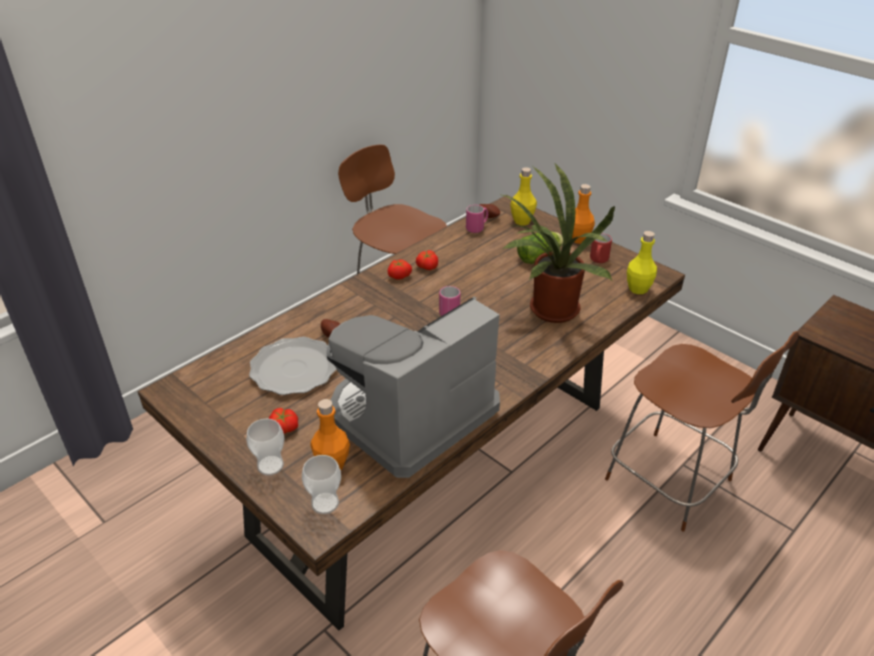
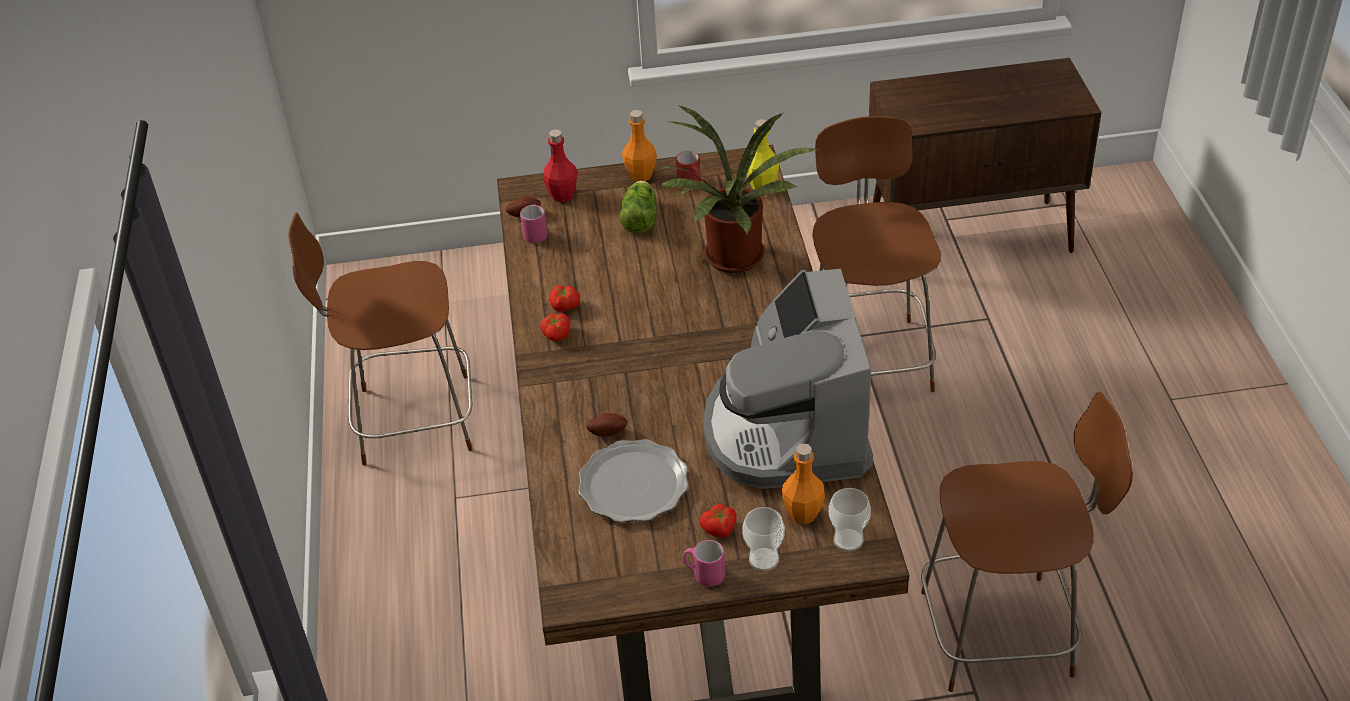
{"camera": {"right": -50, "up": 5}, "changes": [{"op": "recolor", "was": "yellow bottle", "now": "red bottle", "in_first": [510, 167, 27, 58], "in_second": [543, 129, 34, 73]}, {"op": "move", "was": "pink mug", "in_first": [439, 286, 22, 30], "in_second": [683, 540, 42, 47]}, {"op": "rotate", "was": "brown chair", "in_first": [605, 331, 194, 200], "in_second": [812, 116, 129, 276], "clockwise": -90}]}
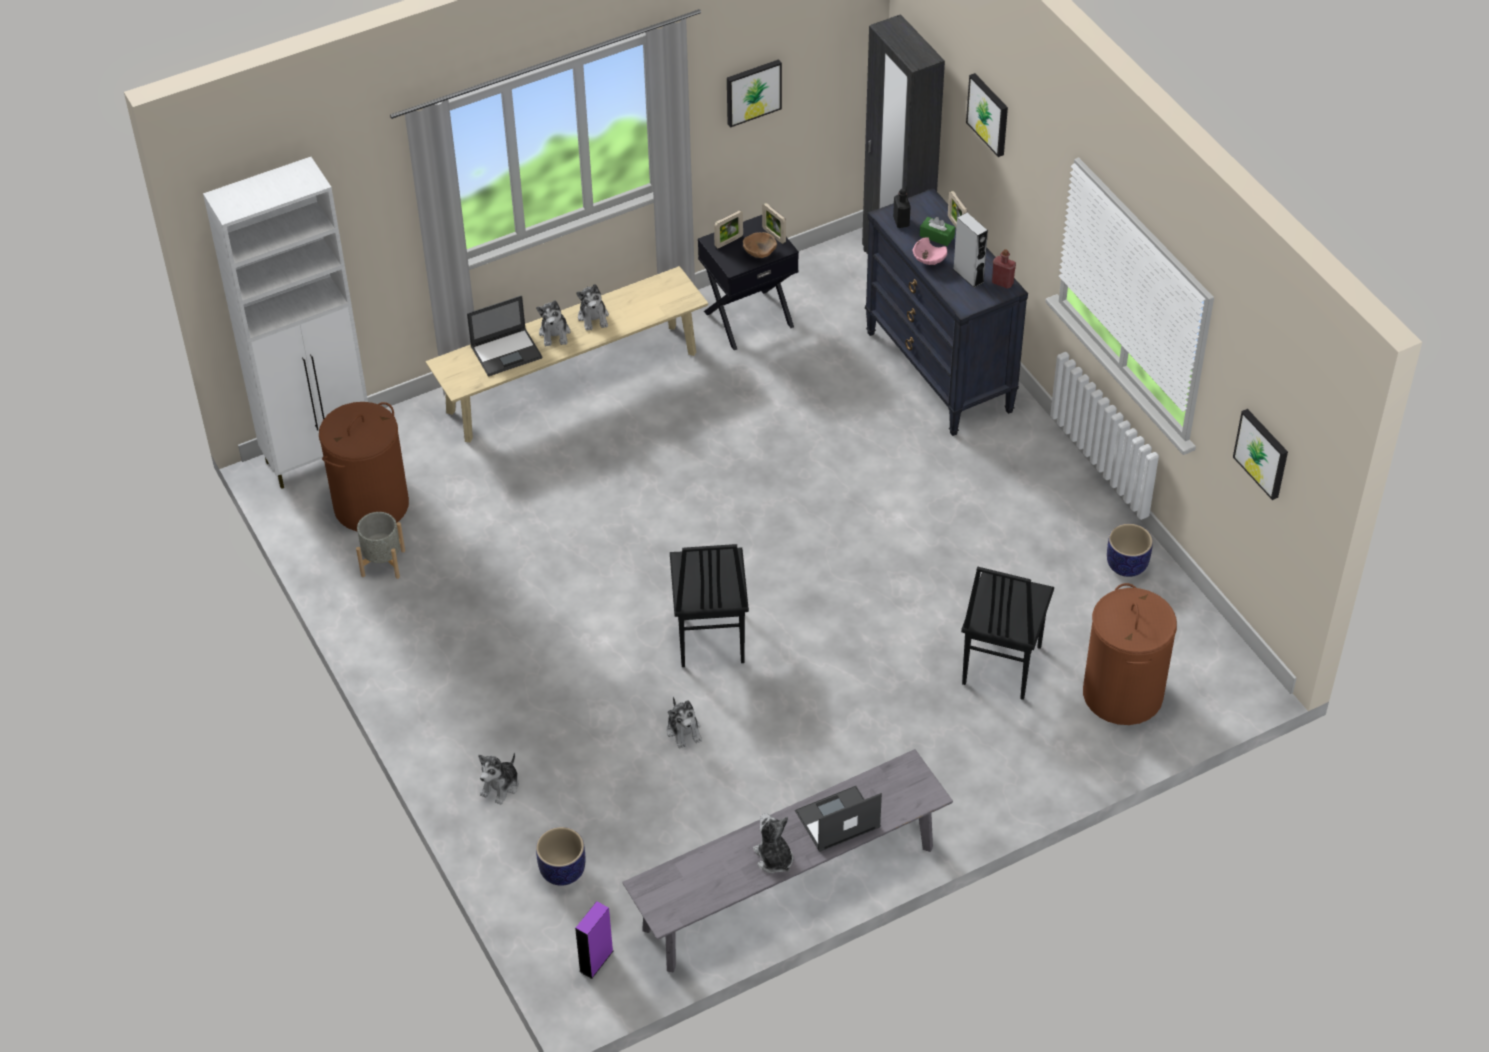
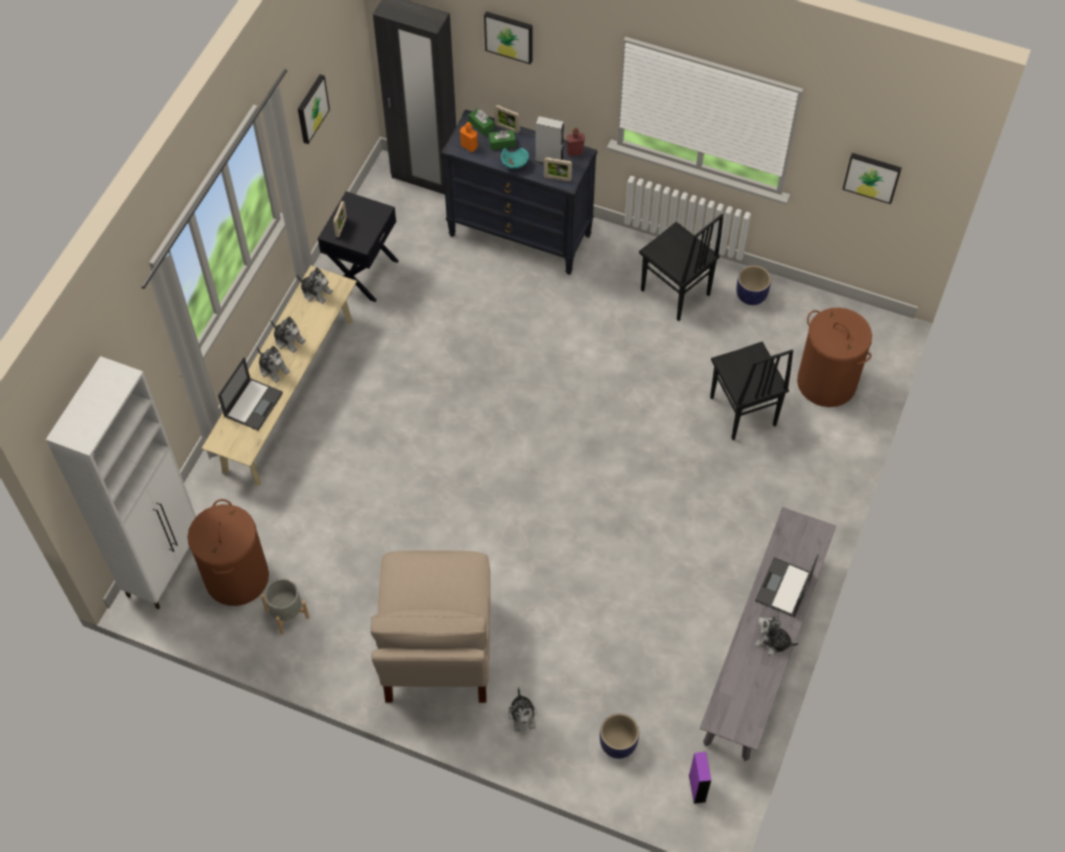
{"camera": {"right": -40, "up": 10}, "changes": [{"op": "recolor", "was": "black bottle", "now": "orange bottle", "in_first": [893, 188, 18, 40], "in_second": [460, 122, 18, 30]}, {"op": "move", "was": "picture frame", "in_first": [762, 203, 24, 41], "in_second": [544, 157, 28, 24]}, {"op": "delete", "was": "brown bowl", "in_first": [743, 232, 34, 26]}, {"op": "recolor", "was": "pink bowl", "now": "turquoise bowl", "in_first": [912, 237, 35, 28], "in_second": [501, 148, 28, 21]}, {"op": "move", "was": "black chair", "in_first": [670, 544, 79, 123], "in_second": [639, 214, 84, 107]}, {"op": "move", "was": "plush toy", "in_first": [666, 697, 36, 52], "in_second": [297, 267, 36, 37]}, {"op": "insert", "now": "green tissue box", "in_second": [468, 108, 26, 28]}, {"op": "insert", "now": "beige chair", "in_second": [370, 550, 120, 153]}]}
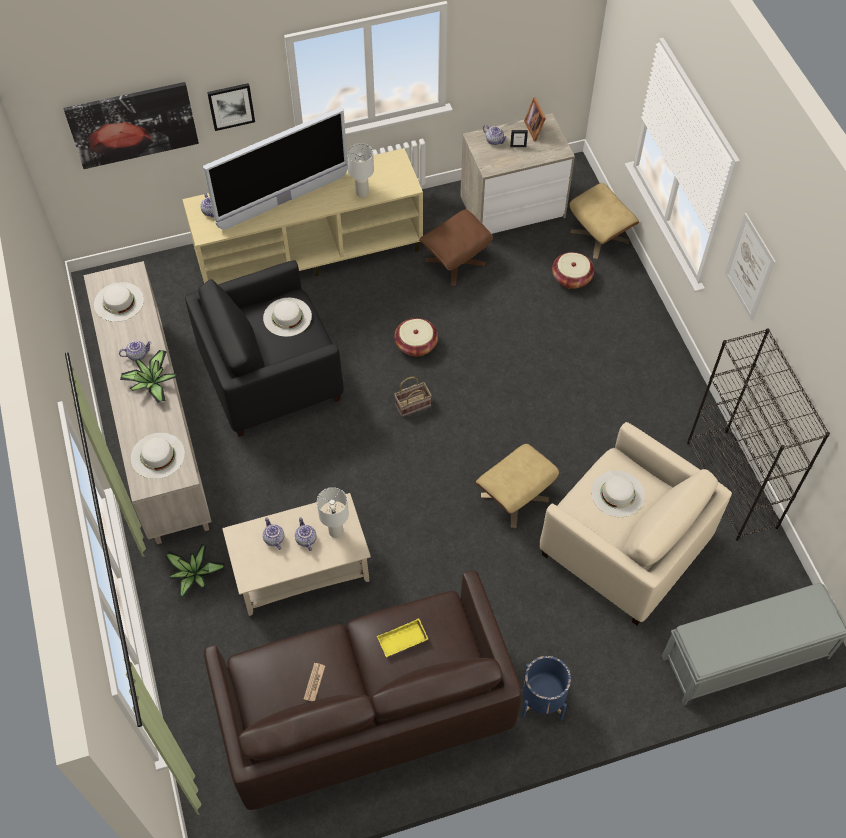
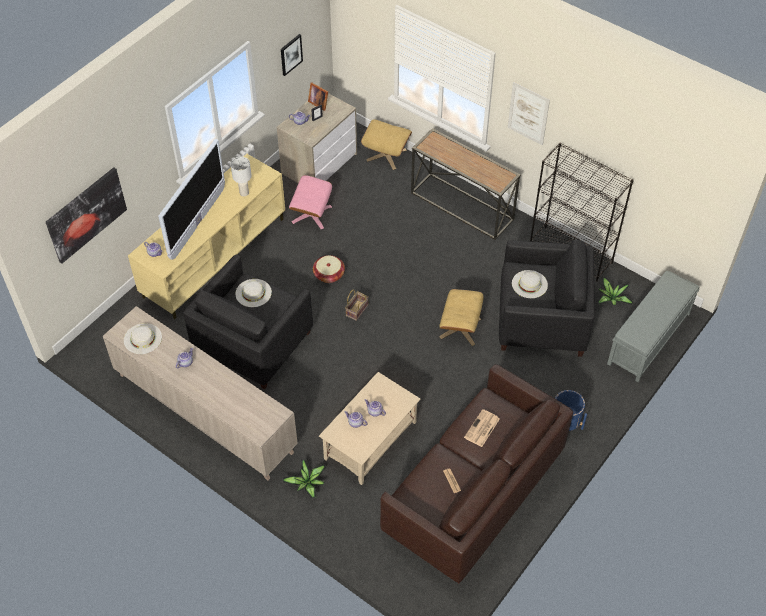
{"camera": {"right": -35, "up": -5}, "changes": [{"op": "move", "was": "picture", "in_first": [207, 83, 48, 48], "in_second": [281, 34, 22, 42]}, {"op": "recolor", "was": "brown ottoman", "now": "pink ottoman", "in_first": [419, 209, 74, 77], "in_second": [289, 175, 43, 54]}, {"op": "delete", "was": "basket", "in_first": [552, 252, 42, 37]}, {"op": "move", "was": "potted plant", "in_first": [120, 350, 57, 53], "in_second": [597, 277, 37, 28]}, {"op": "recolor", "was": "beige armchair", "now": "black armchair", "in_first": [540, 422, 192, 203], "in_second": [499, 239, 96, 118]}, {"op": "delete", "was": "white hat", "in_first": [131, 433, 54, 46]}, {"op": "delete", "was": "white table lamp", "in_first": [317, 487, 32, 51]}, {"op": "replace", "was": "yellow tray", "now": "newspaper", "in_first": [377, 619, 51, 38], "in_second": [464, 409, 36, 38]}, {"op": "insert", "now": "console table", "in_second": [411, 128, 110, 112]}]}
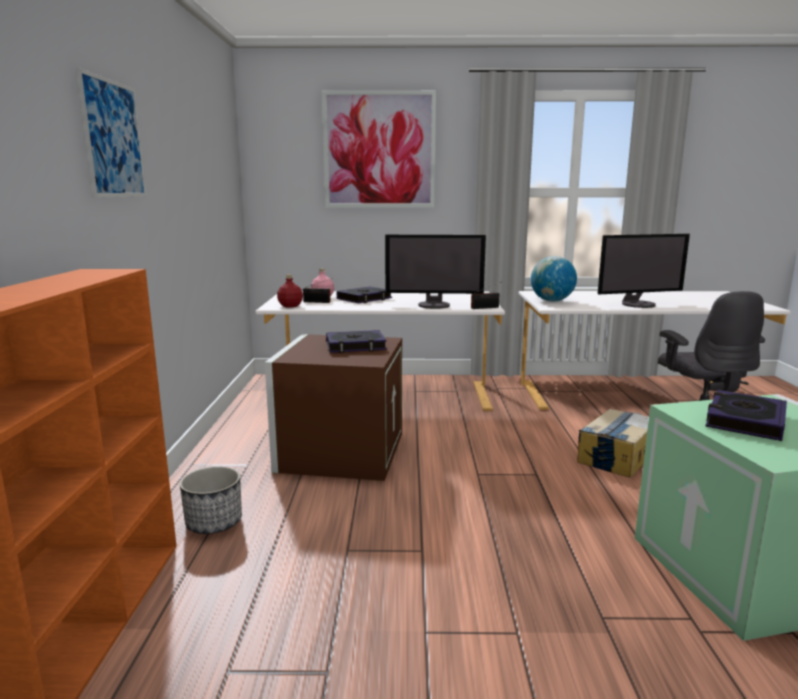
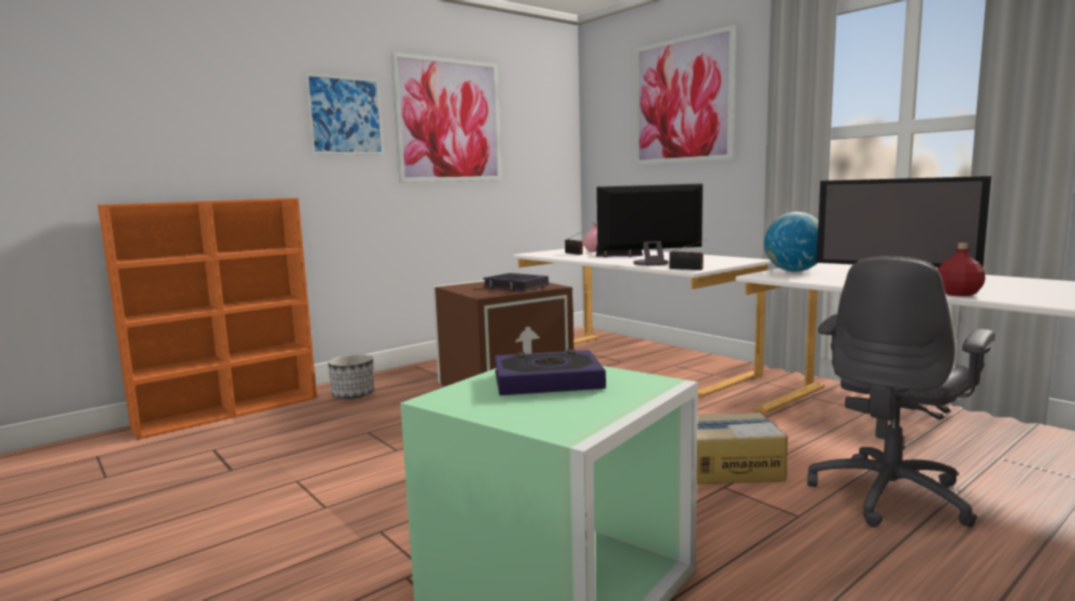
{"camera": {"right": 50, "up": -5}, "changes": [{"op": "rotate", "was": "monitor", "in_first": [385, 235, 101, 74], "in_second": [597, 183, 106, 83], "clockwise": 120}, {"op": "move", "was": "red bottle", "in_first": [277, 275, 26, 33], "in_second": [937, 243, 48, 53]}, {"op": "insert", "now": "picture", "in_second": [391, 52, 110, 131]}]}
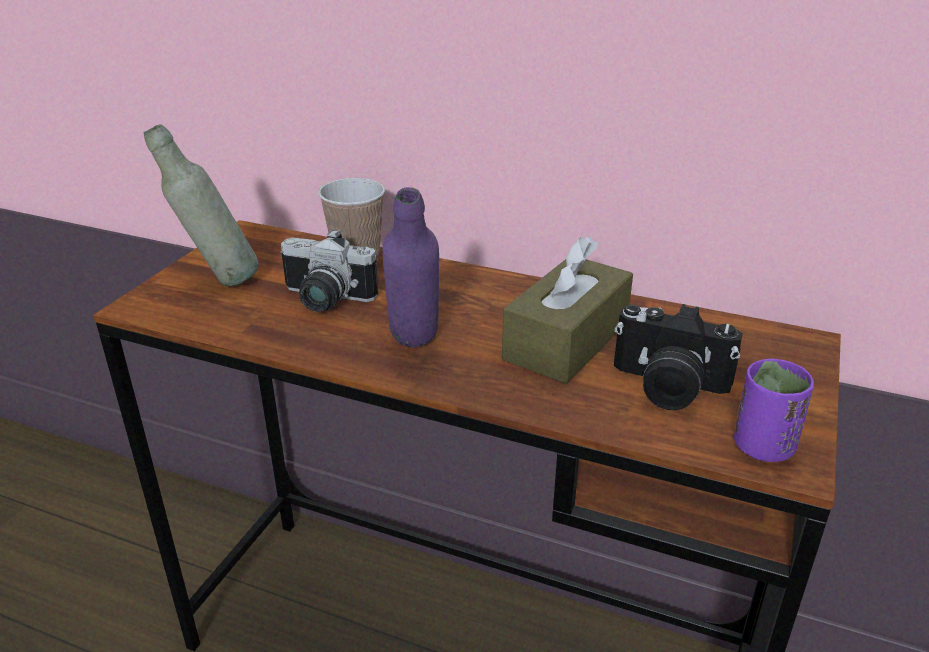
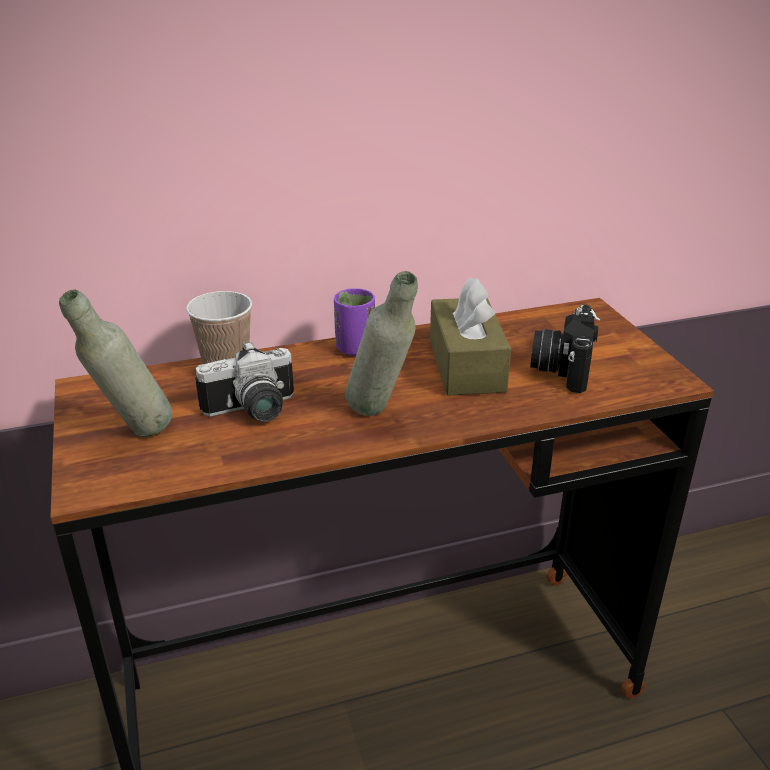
{"camera": {"right": -40, "up": 0}, "changes": [{"op": "recolor", "was": "purple bottle", "now": "grey bottle", "in_first": [382, 187, 57, 160], "in_second": [346, 271, 72, 145]}, {"op": "rotate", "was": "photo camera", "in_first": [614, 304, 129, 106], "in_second": [530, 305, 70, 88], "clockwise": 120}, {"op": "move", "was": "purple cup", "in_first": [734, 358, 80, 104], "in_second": [334, 288, 41, 68]}]}
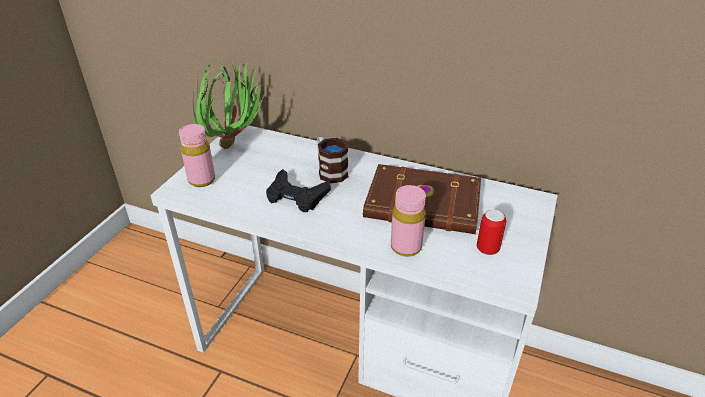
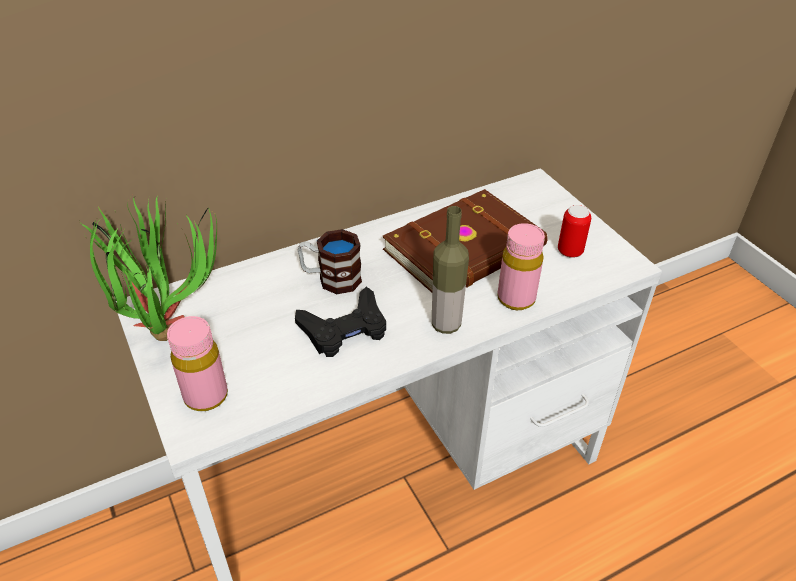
{"camera": {"right": -50, "up": 5}, "changes": [{"op": "insert", "now": "bottle", "in_second": [432, 206, 37, 128]}]}
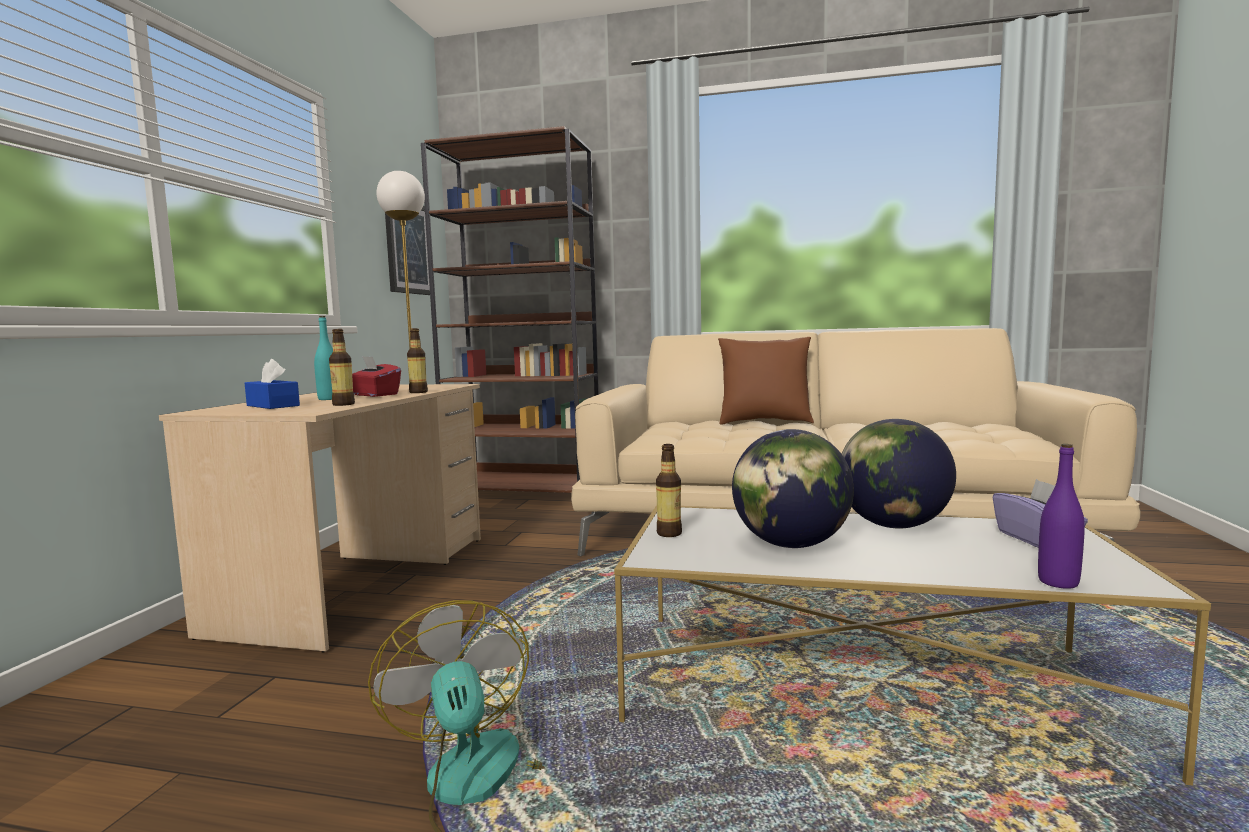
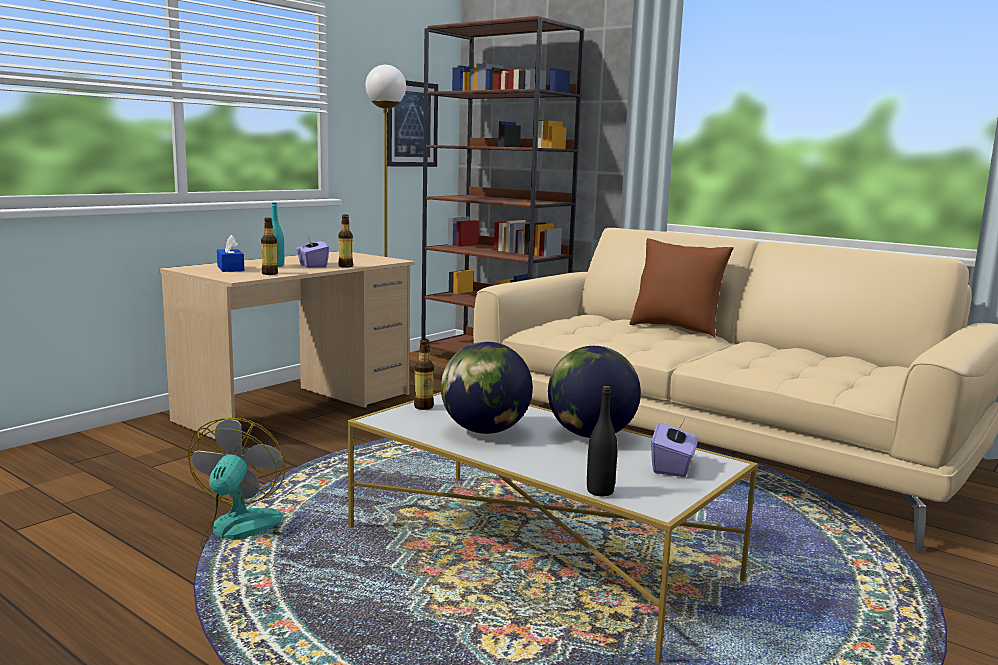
{"camera": {"right": 25, "up": 5}, "changes": [{"op": "recolor", "was": "red tissue box", "now": "purple tissue box", "in_first": [352, 356, 49, 41], "in_second": [296, 235, 33, 33]}, {"op": "recolor", "was": "purple bottle", "now": "black bottle", "in_first": [1038, 444, 47, 145], "in_second": [587, 386, 30, 110]}]}
